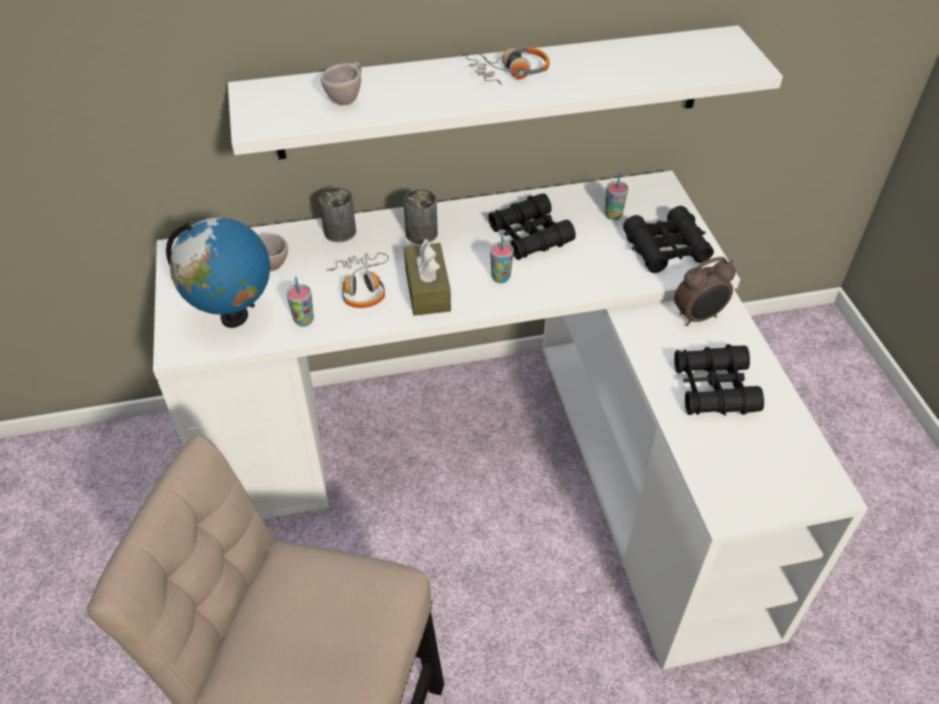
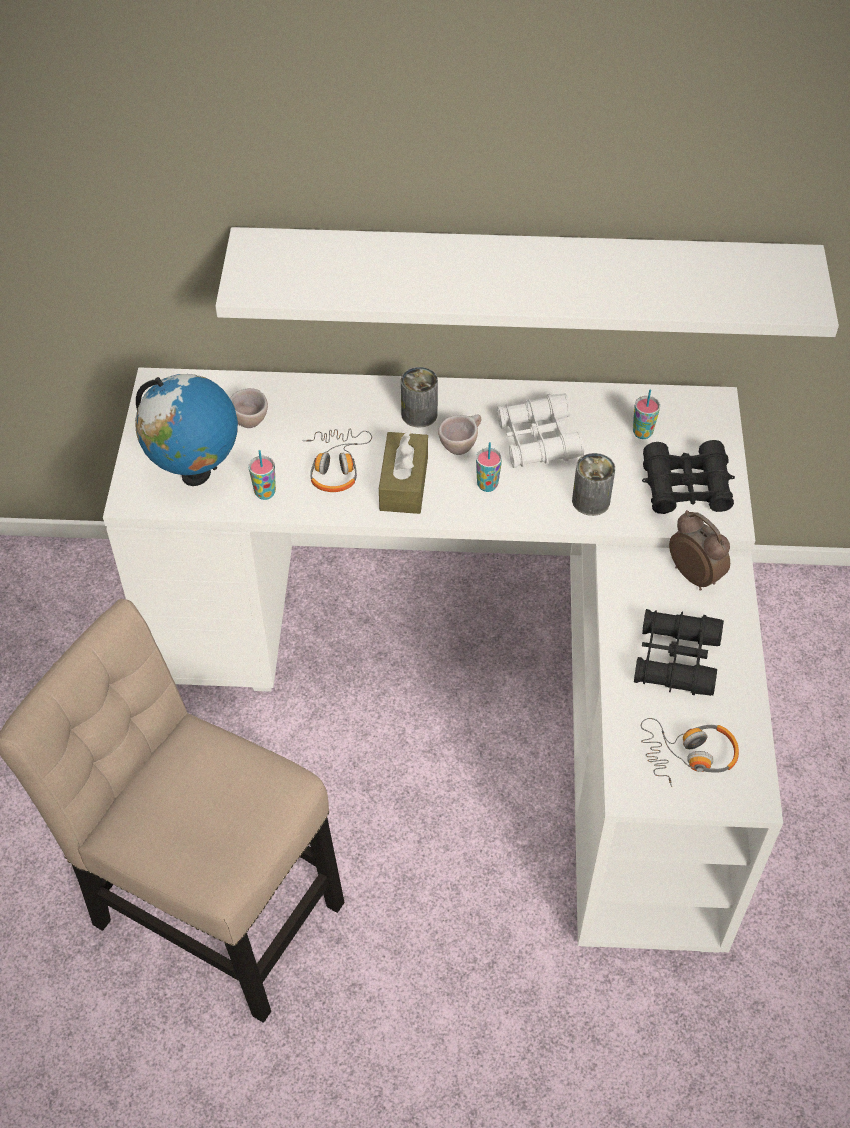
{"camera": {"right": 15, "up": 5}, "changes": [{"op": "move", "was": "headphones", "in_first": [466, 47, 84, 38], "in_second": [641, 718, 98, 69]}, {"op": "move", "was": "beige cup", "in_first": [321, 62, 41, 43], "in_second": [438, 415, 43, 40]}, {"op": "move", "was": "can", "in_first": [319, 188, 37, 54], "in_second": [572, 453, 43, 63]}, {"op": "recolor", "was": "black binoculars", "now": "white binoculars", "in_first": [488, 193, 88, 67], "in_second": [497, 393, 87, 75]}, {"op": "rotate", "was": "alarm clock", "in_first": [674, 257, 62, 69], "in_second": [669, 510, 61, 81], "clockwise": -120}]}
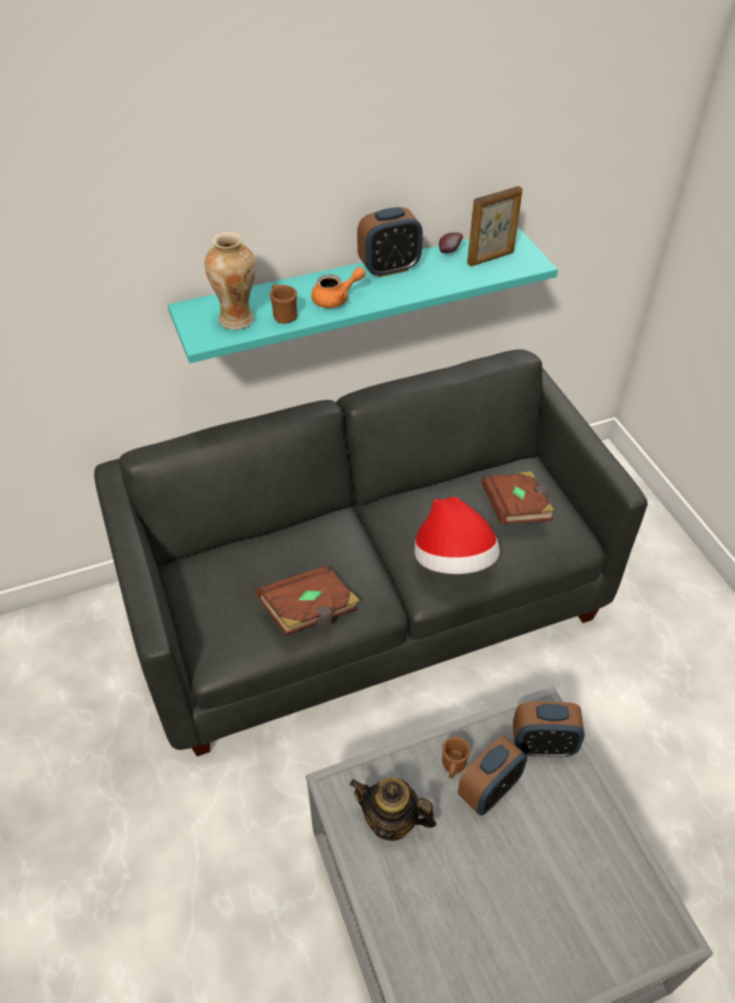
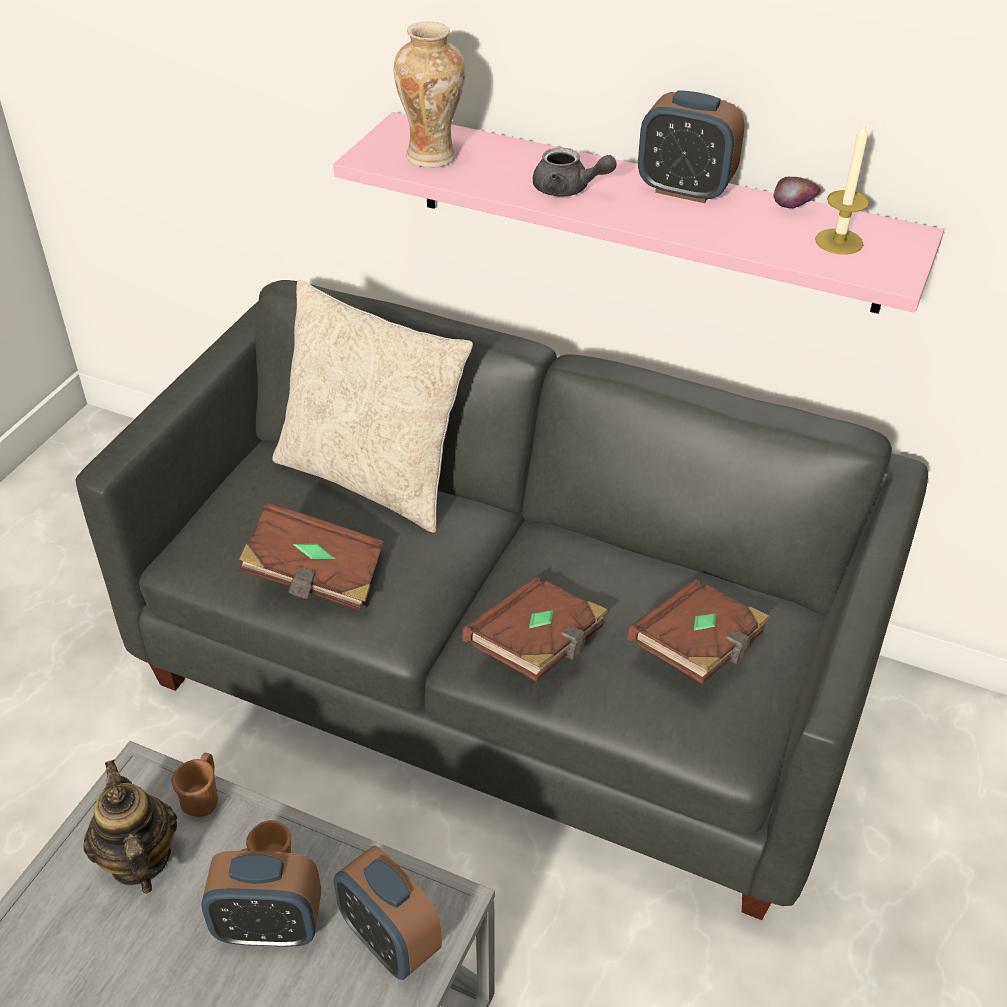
{"camera": {"right": 45, "up": -5}, "changes": [{"op": "replace", "was": "picture frame", "now": "candle", "in_first": [467, 186, 56, 80], "in_second": [815, 122, 54, 133]}, {"op": "recolor", "was": "turquoise shelf", "now": "pink shelf", "in_first": [168, 228, 390, 135], "in_second": [333, 112, 611, 202]}, {"op": "recolor", "was": "orange teapot", "now": "grey teapot", "in_first": [311, 267, 54, 41], "in_second": [533, 148, 84, 48]}, {"op": "move", "was": "brown mug", "in_first": [270, 284, 28, 40], "in_second": [171, 753, 47, 64]}, {"op": "replace", "was": "hat", "now": "brown book", "in_first": [414, 497, 86, 77], "in_second": [462, 576, 146, 106]}, {"op": "insert", "now": "beige pillow", "in_second": [272, 280, 201, 252]}]}
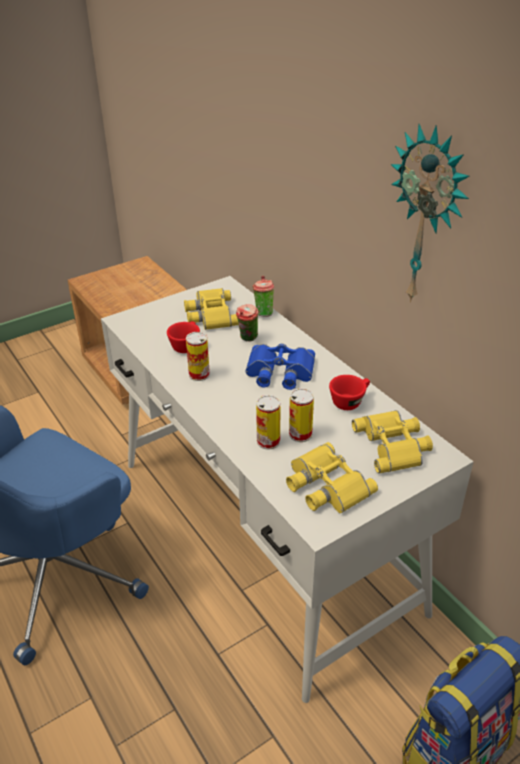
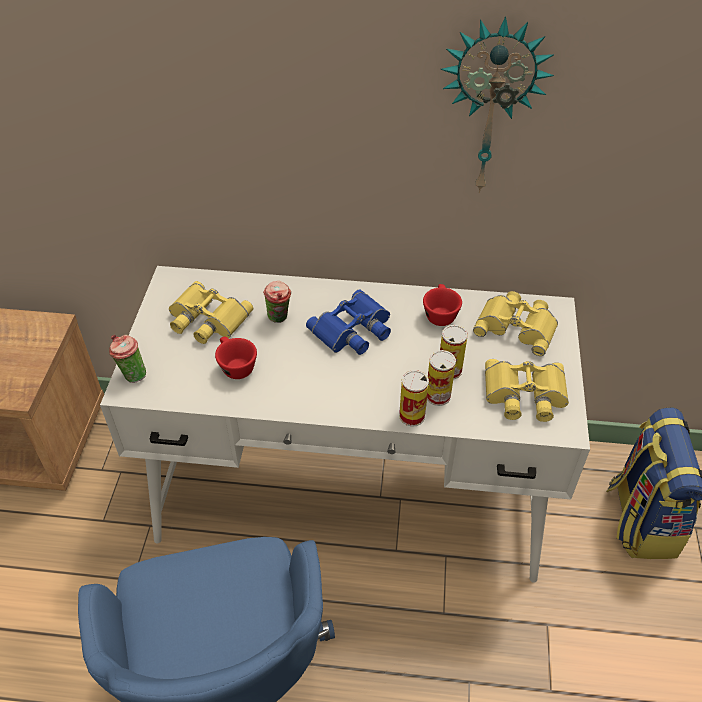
{"camera": {"right": -50, "up": 10}, "changes": [{"op": "move", "was": "cup", "in_first": [253, 276, 21, 41], "in_second": [109, 335, 37, 48]}, {"op": "move", "was": "can", "in_first": [186, 332, 24, 49], "in_second": [399, 370, 30, 57]}]}
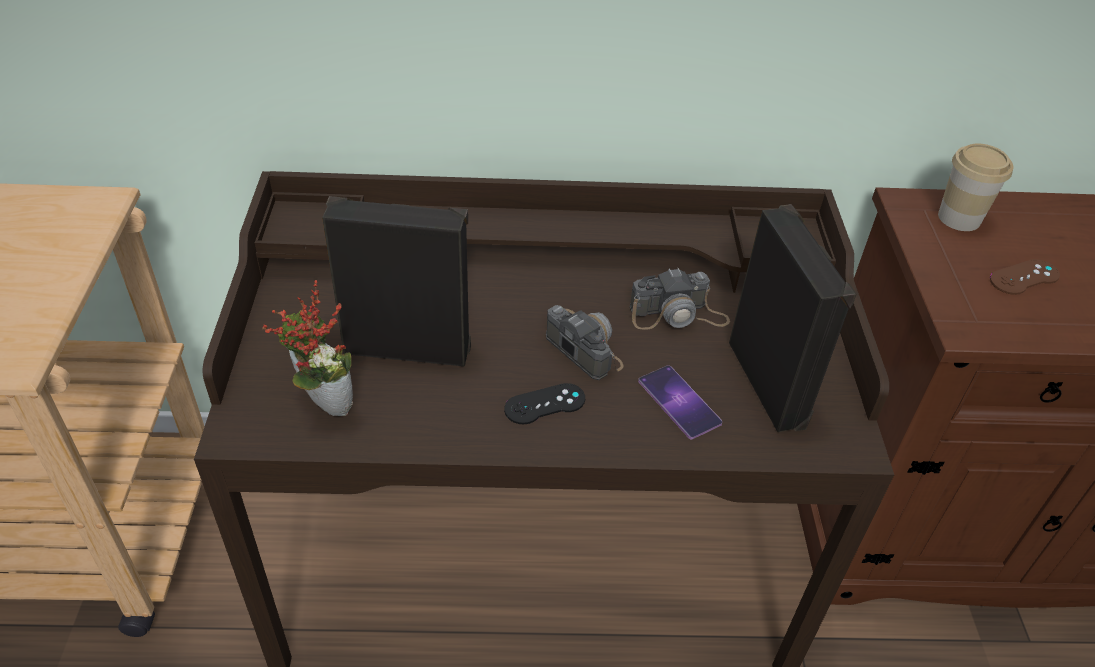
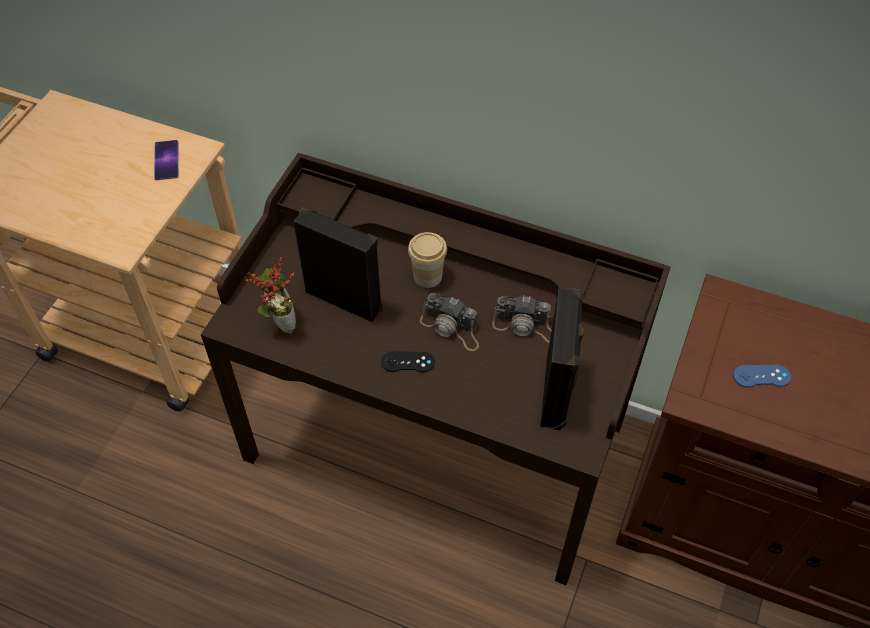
{"camera": {"right": 25, "up": 10}, "changes": [{"op": "move", "was": "cup", "in_first": [938, 144, 75, 87], "in_second": [408, 232, 39, 56]}, {"op": "recolor", "was": "brown game controller", "now": "blue game controller", "in_first": [990, 259, 70, 36], "in_second": [733, 365, 58, 22]}, {"op": "rotate", "was": "photo camera", "in_first": [546, 305, 78, 75], "in_second": [420, 293, 59, 58], "clockwise": 135}, {"op": "move", "was": "phone", "in_first": [638, 366, 84, 73], "in_second": [154, 140, 25, 40]}]}
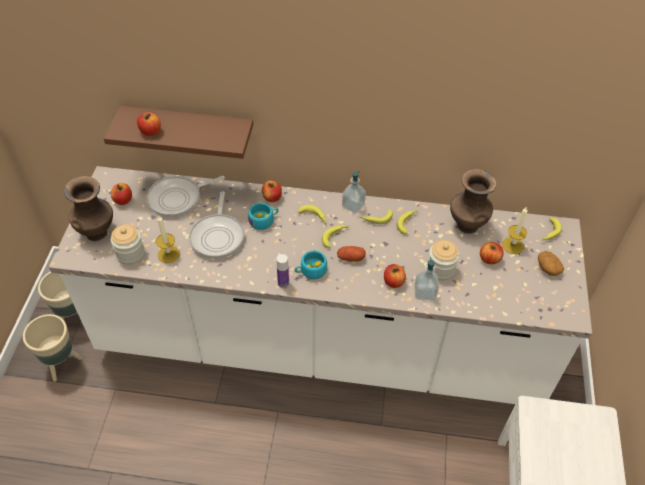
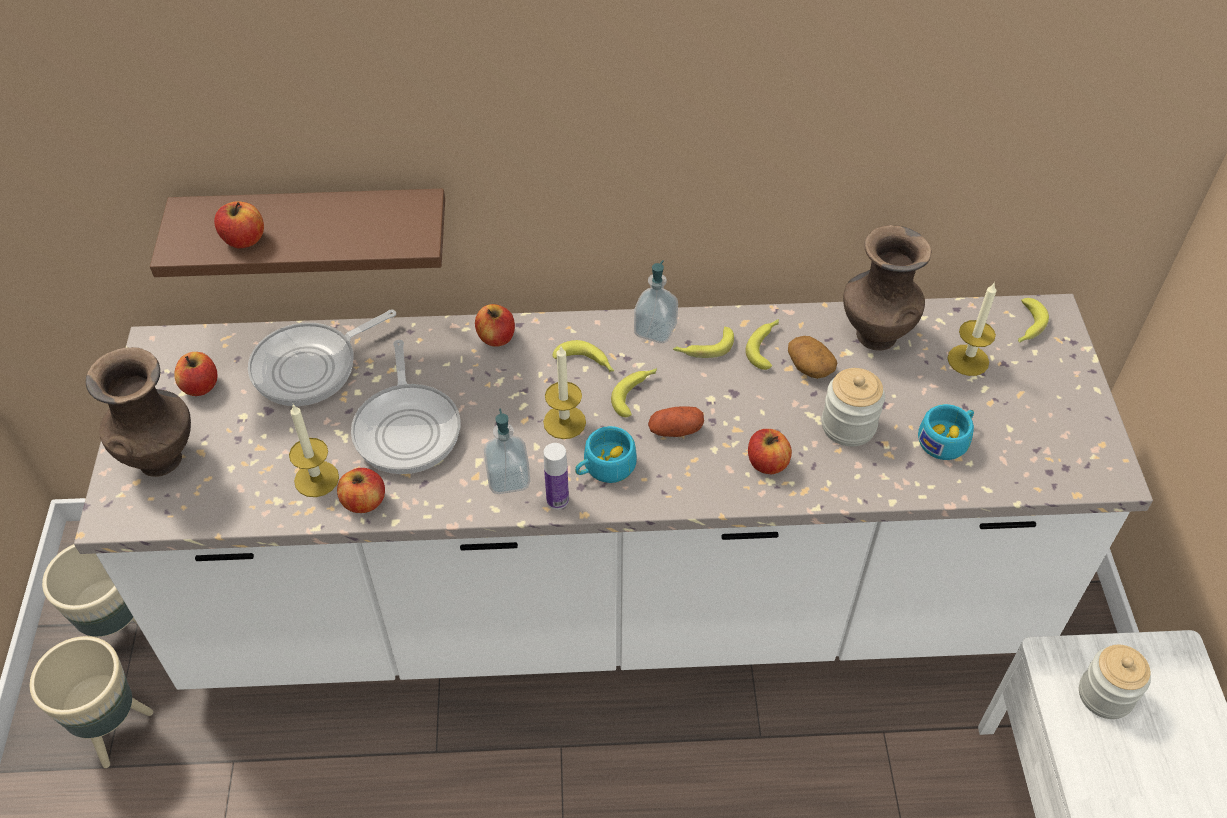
{"camera": {"right": -10, "up": 0}, "changes": [{"op": "move", "was": "turquoise cup", "in_first": [248, 203, 30, 27], "in_second": [918, 404, 56, 56]}, {"op": "move", "was": "jar", "in_first": [111, 224, 34, 41], "in_second": [1079, 645, 72, 74]}, {"op": "move", "was": "apple", "in_first": [480, 242, 24, 22], "in_second": [337, 468, 48, 45]}, {"op": "move", "was": "potato", "in_first": [538, 251, 26, 25], "in_second": [788, 336, 49, 43]}, {"op": "move", "was": "soap dispenser", "in_first": [414, 257, 25, 43], "in_second": [484, 409, 46, 85]}, {"op": "insert", "now": "candle", "in_second": [543, 346, 43, 93]}]}
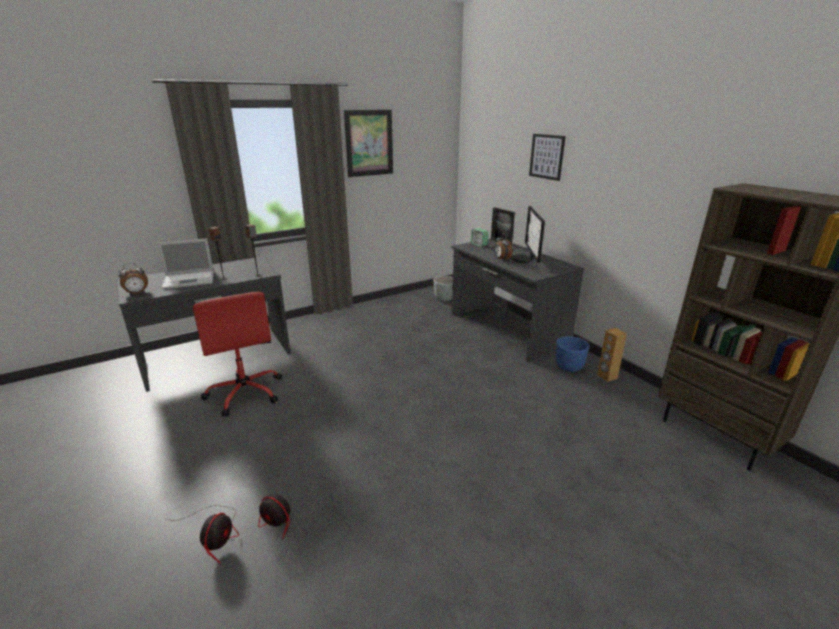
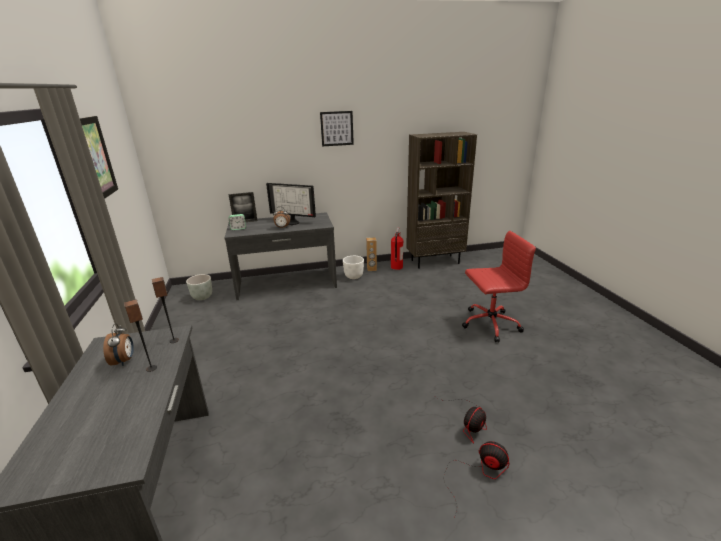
{"camera": {"right": -70, "up": 0}, "changes": [{"op": "move", "was": "picture", "in_first": [529, 134, 36, 47], "in_second": [320, 111, 34, 35]}, {"op": "delete", "was": "laptop", "in_first": [158, 238, 56, 51]}, {"op": "move", "was": "alarm clock", "in_first": [119, 263, 29, 32], "in_second": [103, 323, 31, 43]}, {"op": "move", "was": "red office chair", "in_first": [193, 292, 89, 125], "in_second": [462, 231, 74, 111]}, {"op": "recolor", "was": "blue planter", "now": "white planter", "in_first": [556, 336, 33, 36], "in_second": [343, 256, 21, 23]}, {"op": "insert", "now": "fire extinguisher", "in_second": [391, 227, 12, 43]}]}
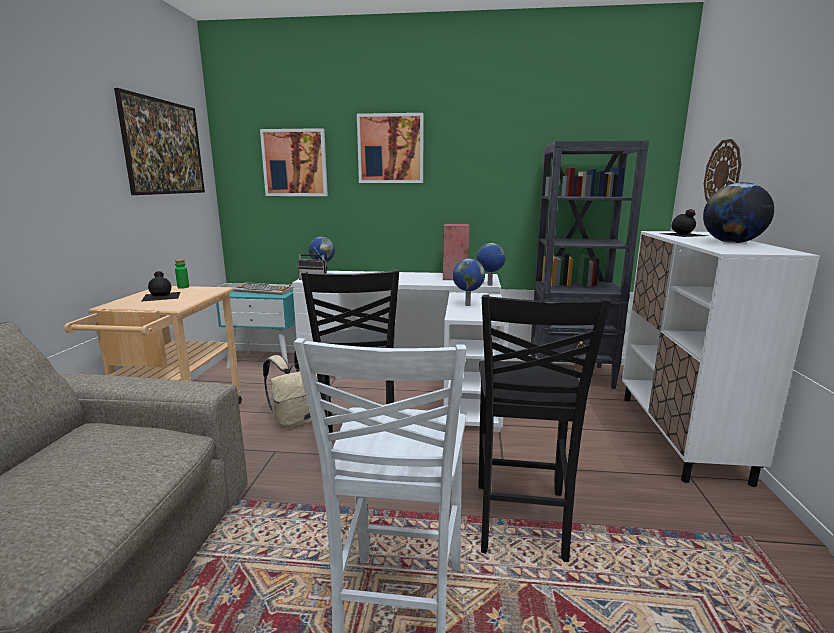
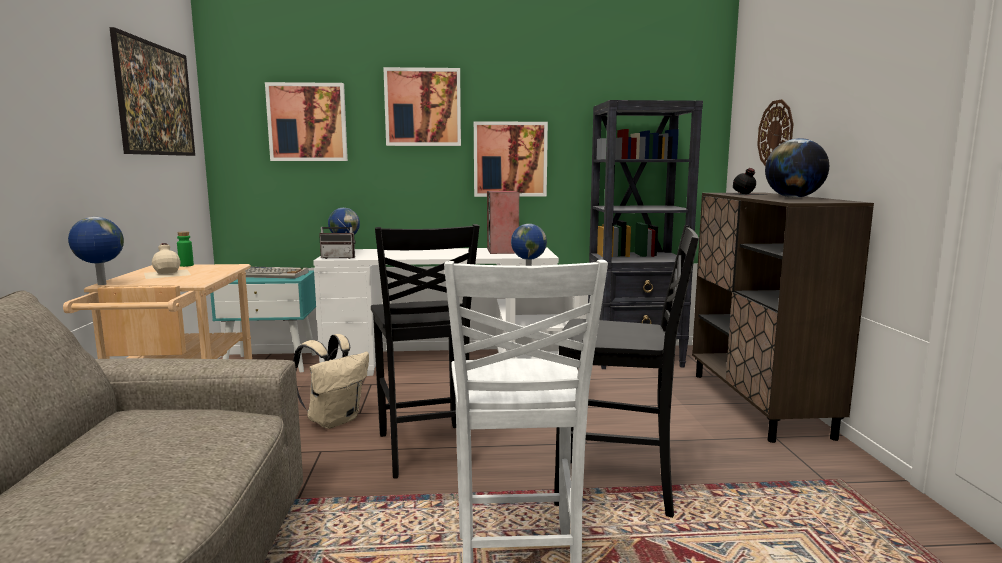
{"camera": {"right": -10, "up": -5}, "changes": [{"op": "recolor", "was": "white cabinet", "now": "brown cabinet", "in_first": [622, 231, 198, 256], "in_second": [692, 193, 182, 250]}, {"op": "move", "was": "globe", "in_first": [477, 243, 29, 43], "in_second": [68, 217, 56, 68]}, {"op": "recolor", "was": "black bottle", "now": "beige bottle", "in_first": [141, 271, 39, 31], "in_second": [144, 243, 47, 36]}, {"op": "rotate", "was": "black chair", "in_first": [479, 295, 132, 267], "in_second": [554, 225, 145, 293], "clockwise": -75}, {"op": "insert", "now": "picture", "in_second": [474, 121, 74, 76]}]}
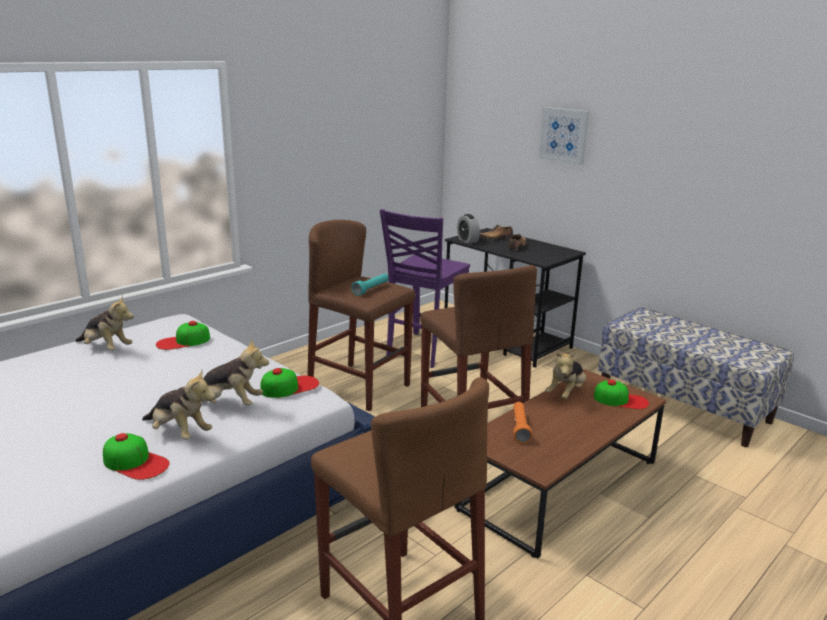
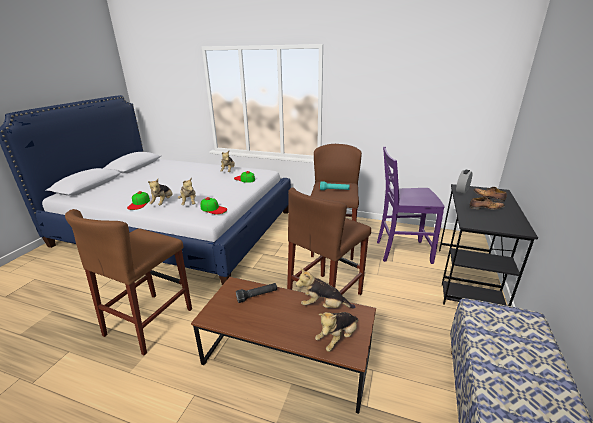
{"camera": {"right": 65, "up": 5}, "changes": [{"op": "delete", "was": "picture", "in_first": [539, 107, 50, 58]}, {"op": "replace", "was": "cap", "now": "plush toy", "in_first": [594, 380, 55, 29], "in_second": [315, 312, 43, 40]}, {"op": "recolor", "was": "orange flashlight", "now": "black flashlight", "in_first": [513, 402, 19, 42], "in_second": [236, 283, 41, 20]}]}
